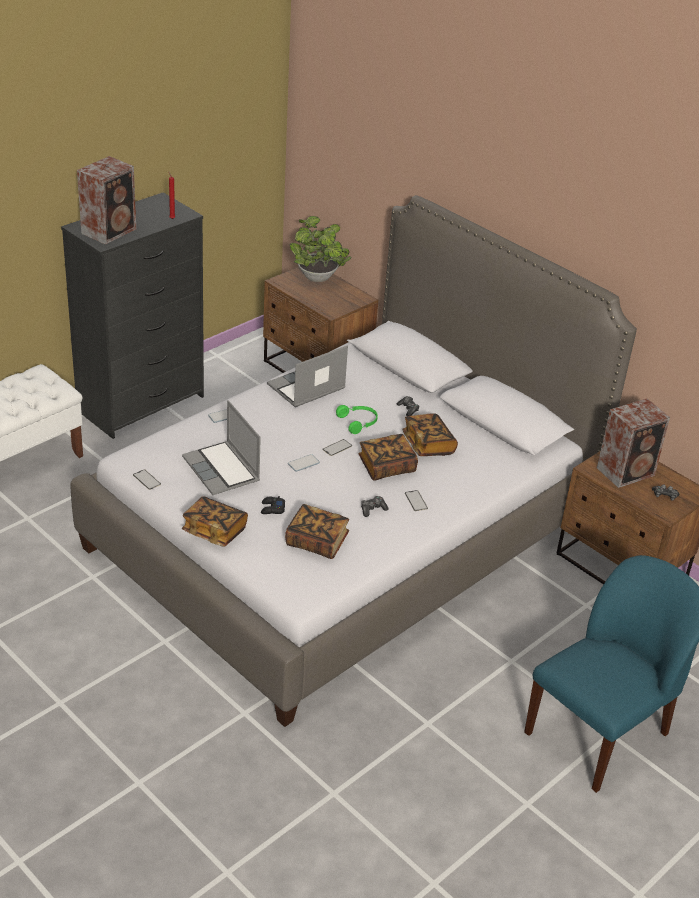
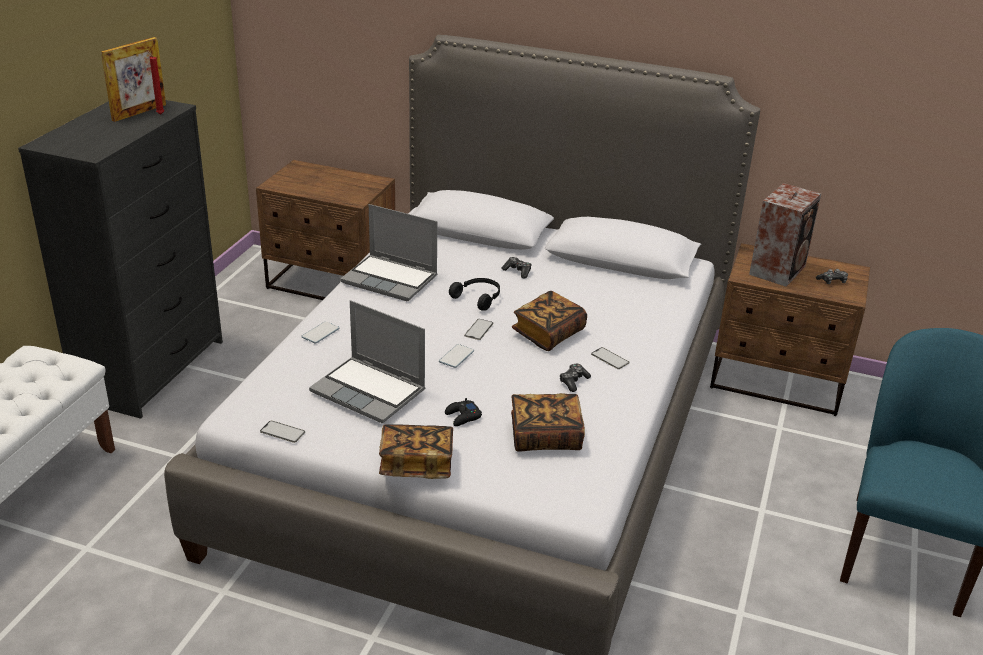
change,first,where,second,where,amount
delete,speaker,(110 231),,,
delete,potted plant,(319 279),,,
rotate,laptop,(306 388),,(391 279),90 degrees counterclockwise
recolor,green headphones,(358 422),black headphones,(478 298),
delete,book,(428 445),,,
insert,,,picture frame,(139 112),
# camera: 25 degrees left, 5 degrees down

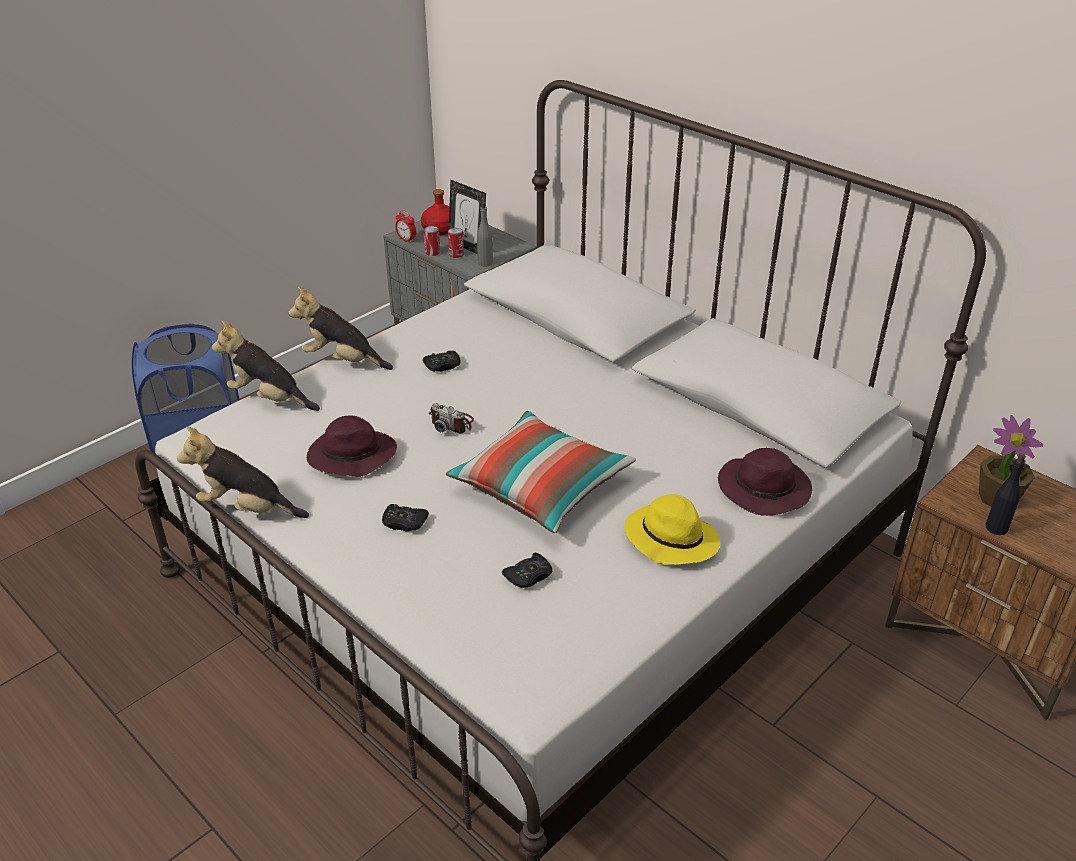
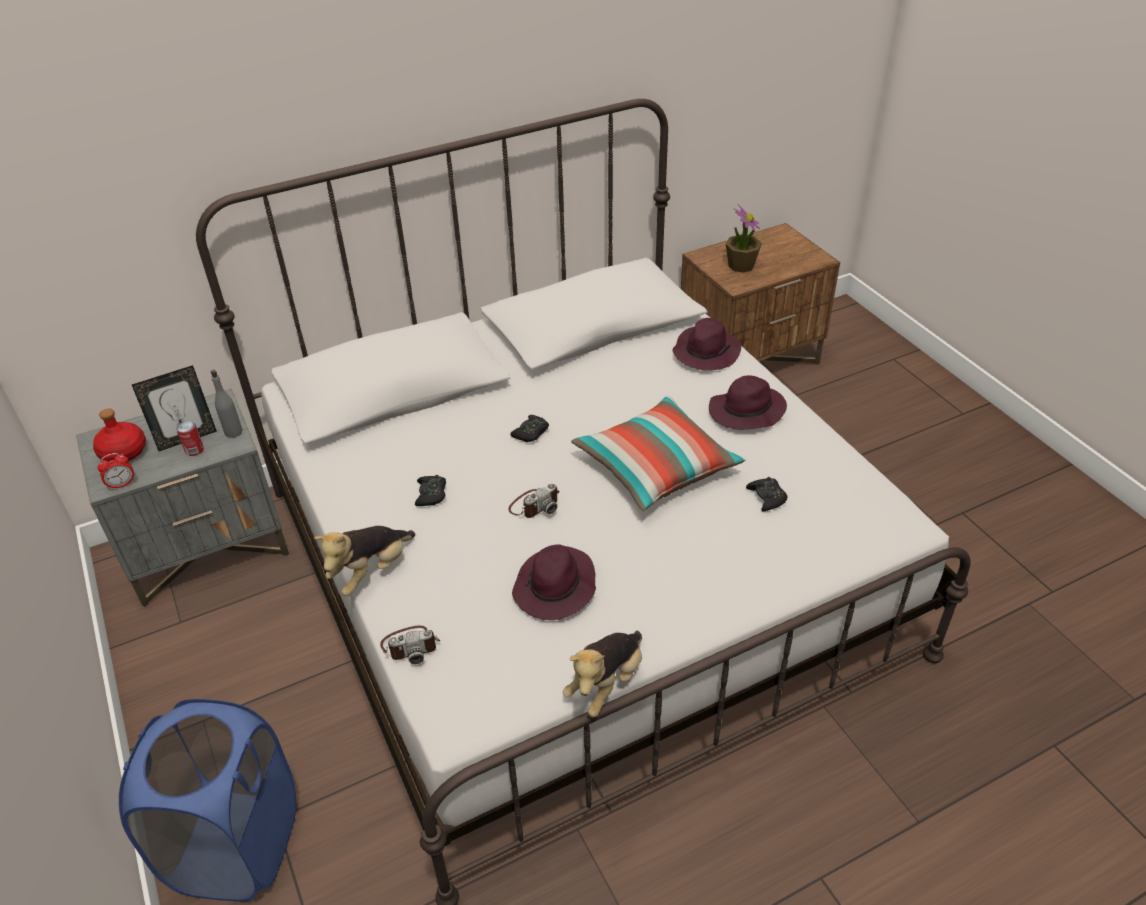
change,first,where,second,where,amount
delete,can,(432 252),,,
replace,plush toy,(269 398),photo camera,(411 645),
delete,black bottle,(996 528),,,
recolor,yellow hat,(669 538),purple hat,(746 412),
move,black game controller,(404 522),,(531 433),
# camera: 70 degrees left, 5 degrees up

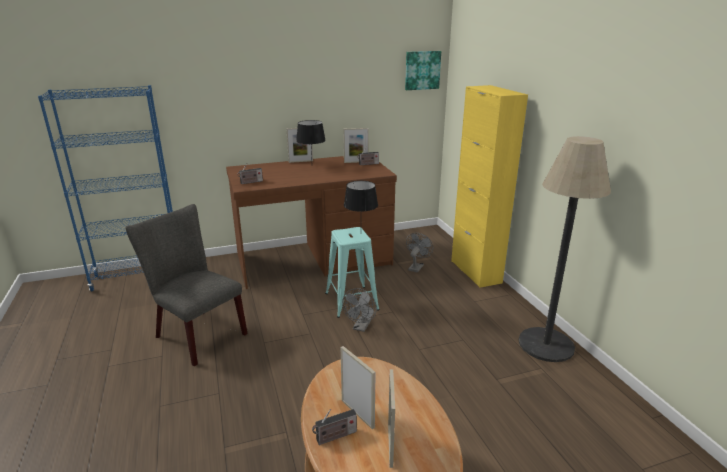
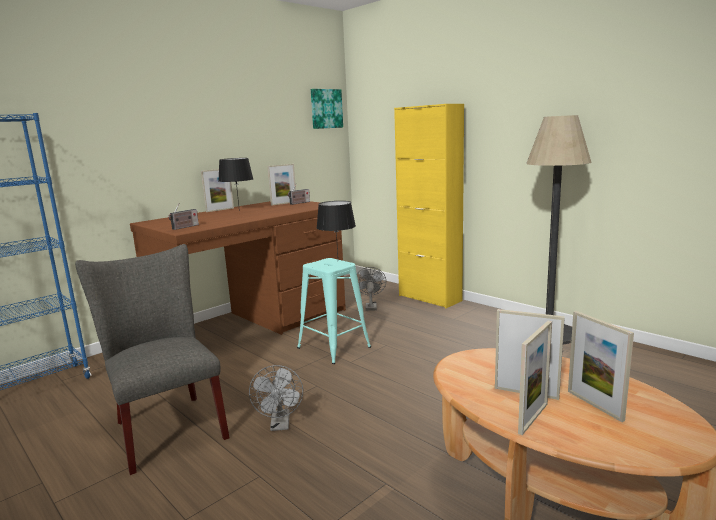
change,first,where,second,where,amount
rotate,grey chair,(196 334),,(167 427),45 degrees clockwise
move,grey fan,(361 327),,(280 425),
replace,radio,(334 437),picture frame,(533 418),
# camera: 25 degrees left, 10 degrees down

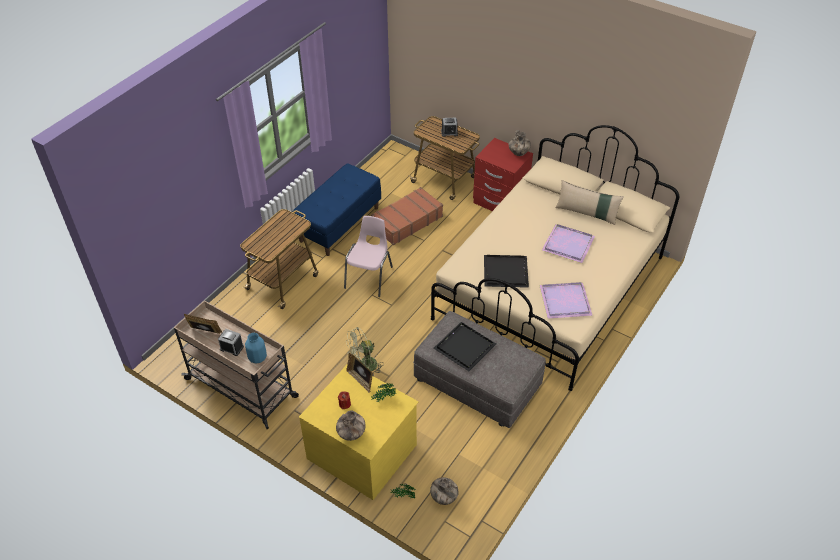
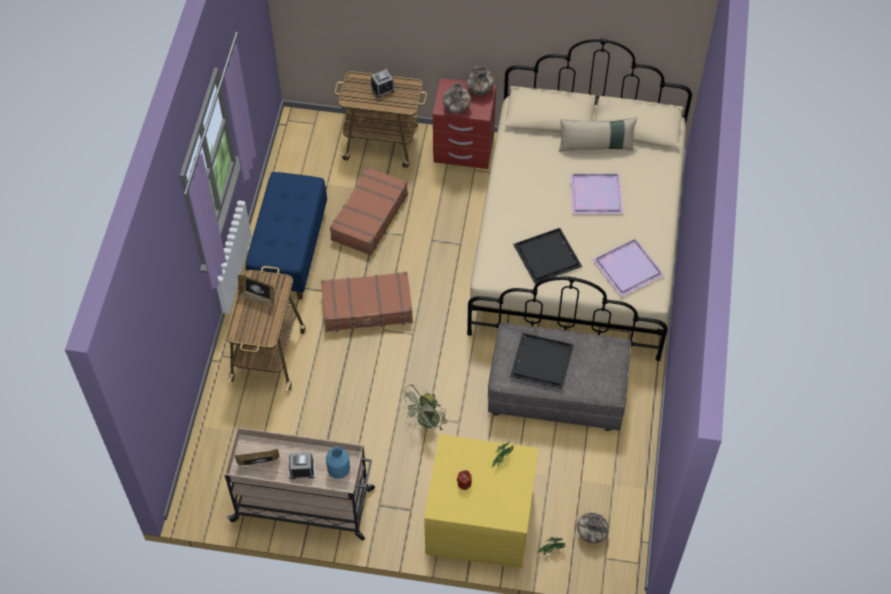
change,first,where,second,where,amount
replace,pink chair,(369 277),brown suitcase,(367 308),
move,picture frame,(360 380),,(258 298),
move,vase,(352 434),,(457 108),
# camera: 25 degrees left, 10 degrees up

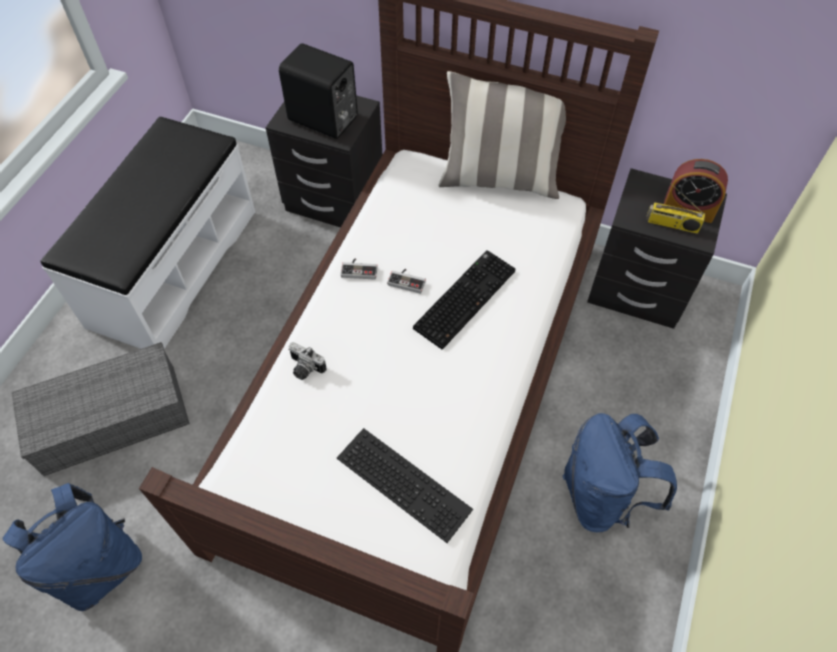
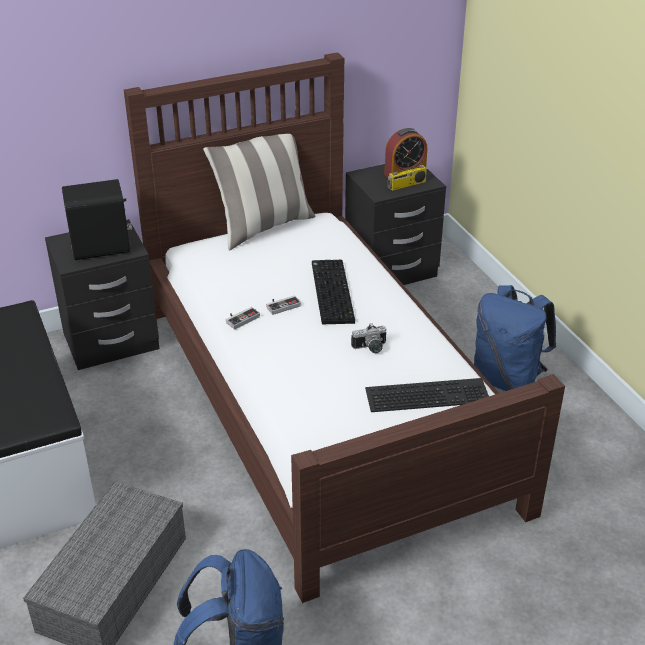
change,first,where,second,where,amount
move,photo camera,(304 369),,(370 348),
# camera: 45 degrees left, 20 degrees down

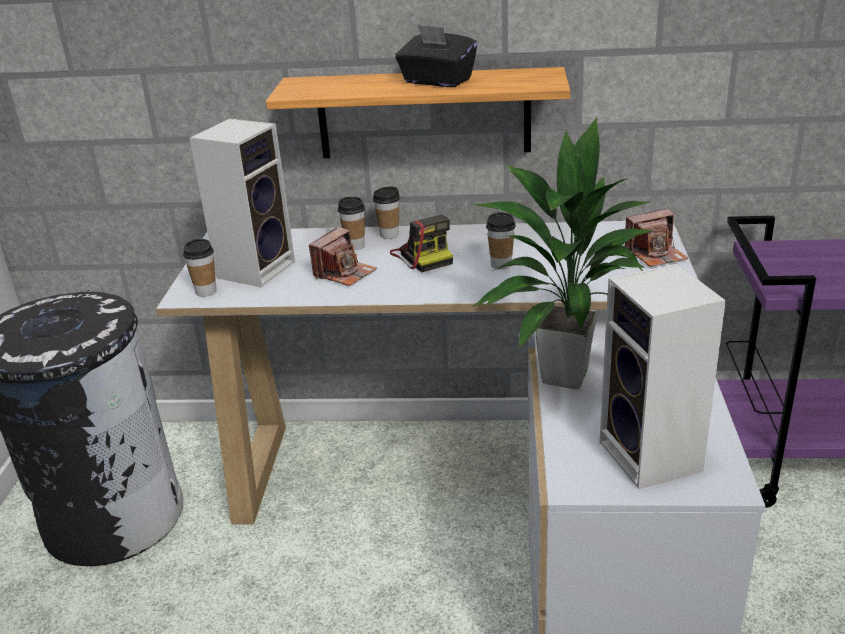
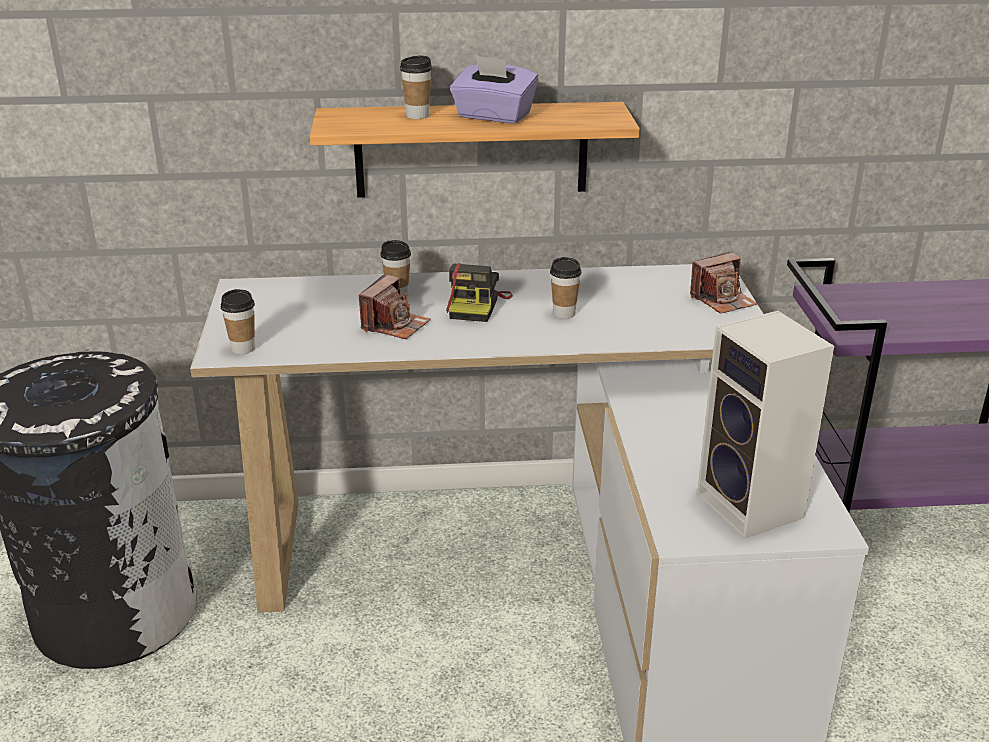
change,first,where,second,where,amount
recolor,black tissue box,(437 81),purple tissue box,(493 116),
delete,potted plant,(563 378),,,
delete,speaker,(256 268),,,
move,cup,(389 235),,(417 116),
rotate,photo camera,(423 256),,(477 305),45 degrees clockwise
# camera: 10 degrees left, 0 degrees up

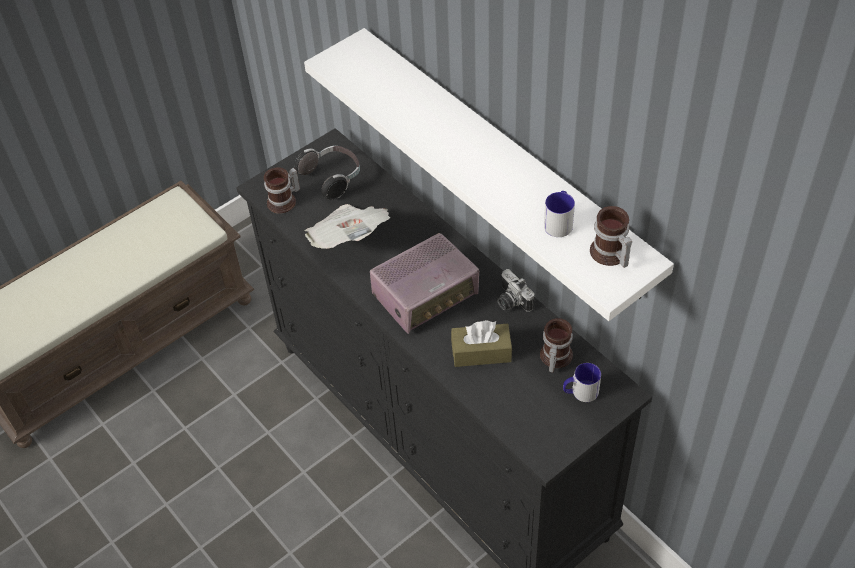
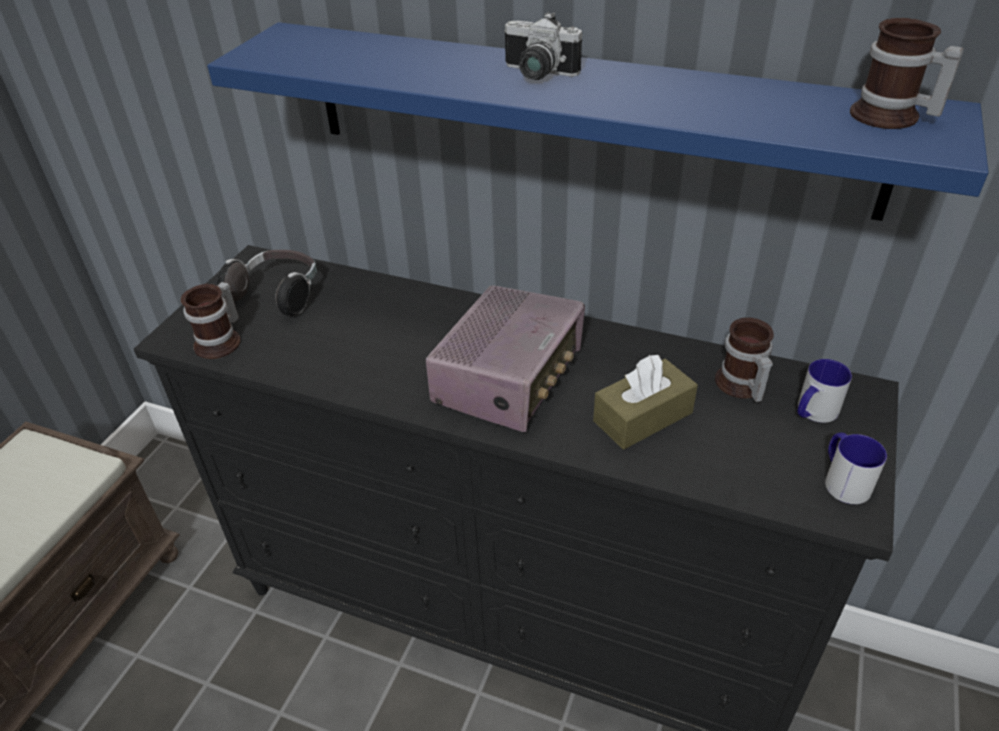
change,first,where,second,where,amount
recolor,white shelf,(503 161),blue shelf,(581 116),
move,mug,(559 222),,(843 480),
delete,newspaper,(348 240),,,
move,photo camera,(510 301),,(536 74),
# camera: 30 degrees left, 10 degrees down

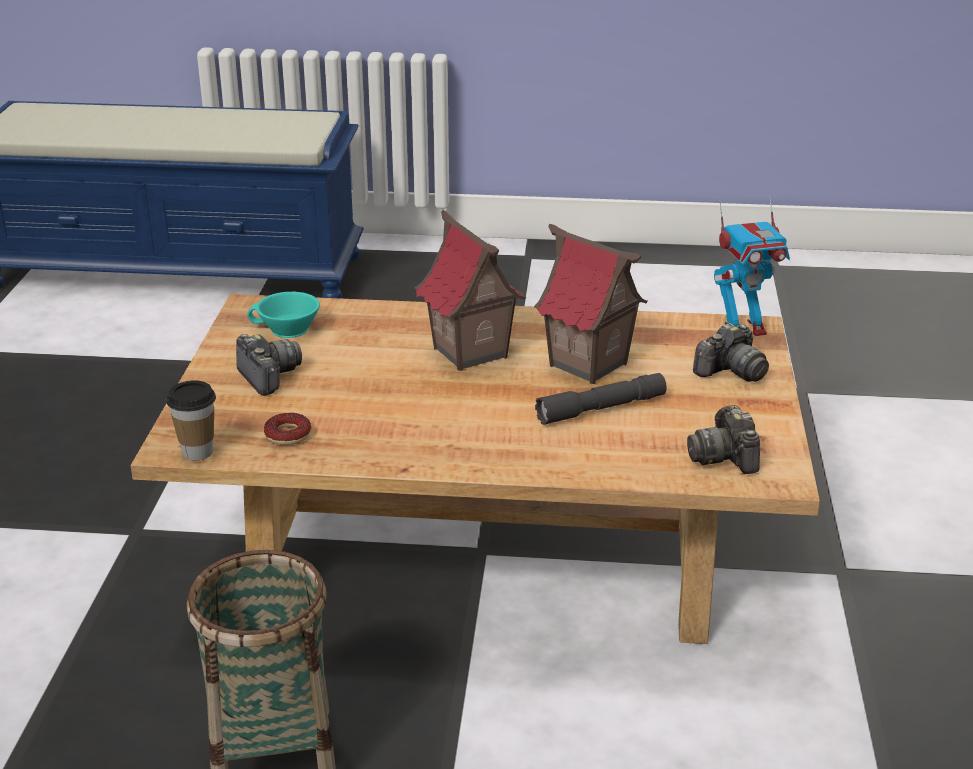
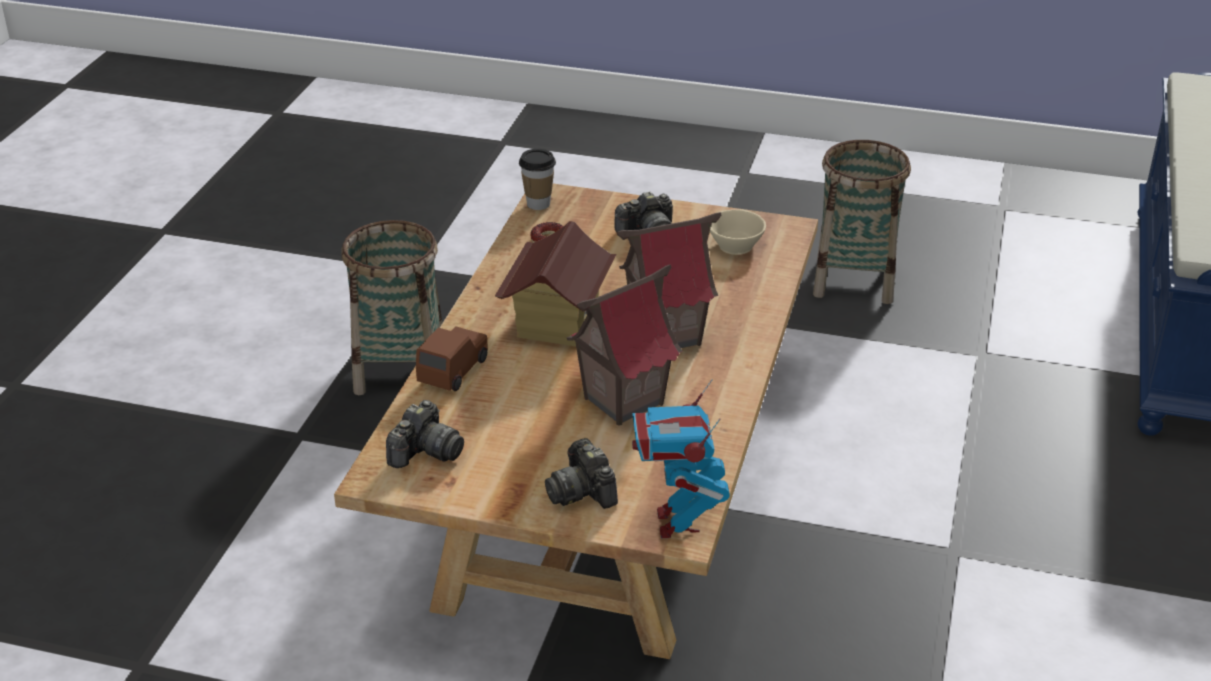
change,first,where,second,where,amount
recolor,turquoise cup,(287 330),beige cup,(733 244),
delete,grey flashlight,(601 409),,,
rotate,photo camera,(724 457),,(425 452),120 degrees clockwise
insert,,,basket,(854 280),
insert,,,toy house,(557 321),
insert,,,brown toy car,(453 371),
# camera: 100 degrees right, 5 degrees up

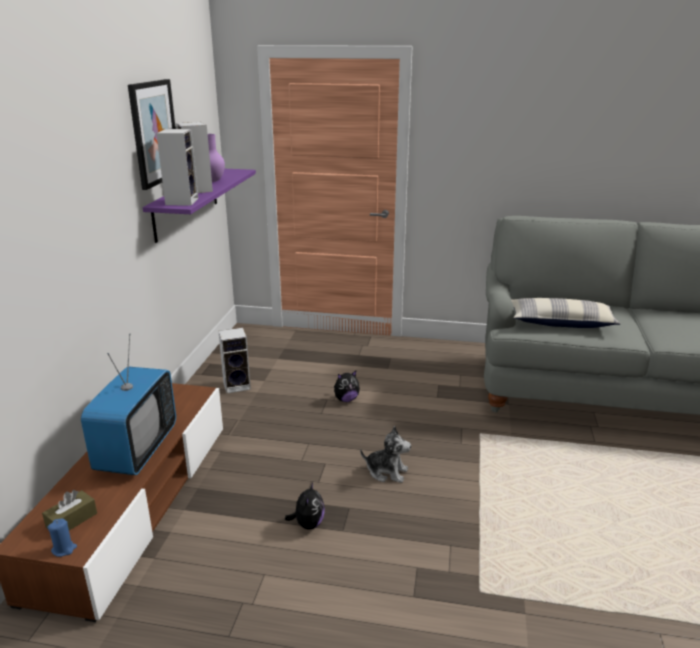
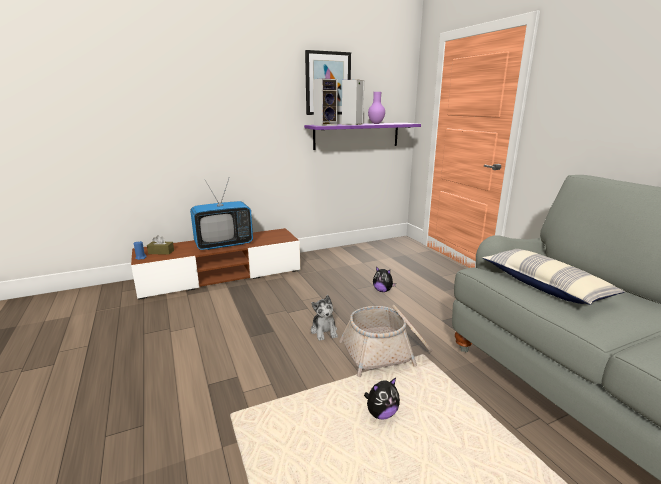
change,first,where,second,where,amount
delete,speaker,(238 385),,,
move,plush toy,(308 524),,(381 413),
insert,,,basket,(386 352),
# camera: 55 degrees right, 5 degrees down

